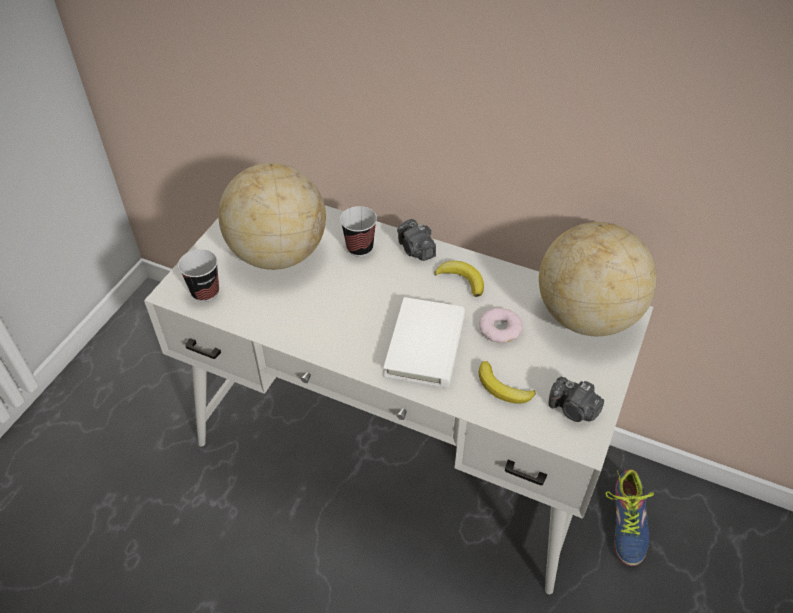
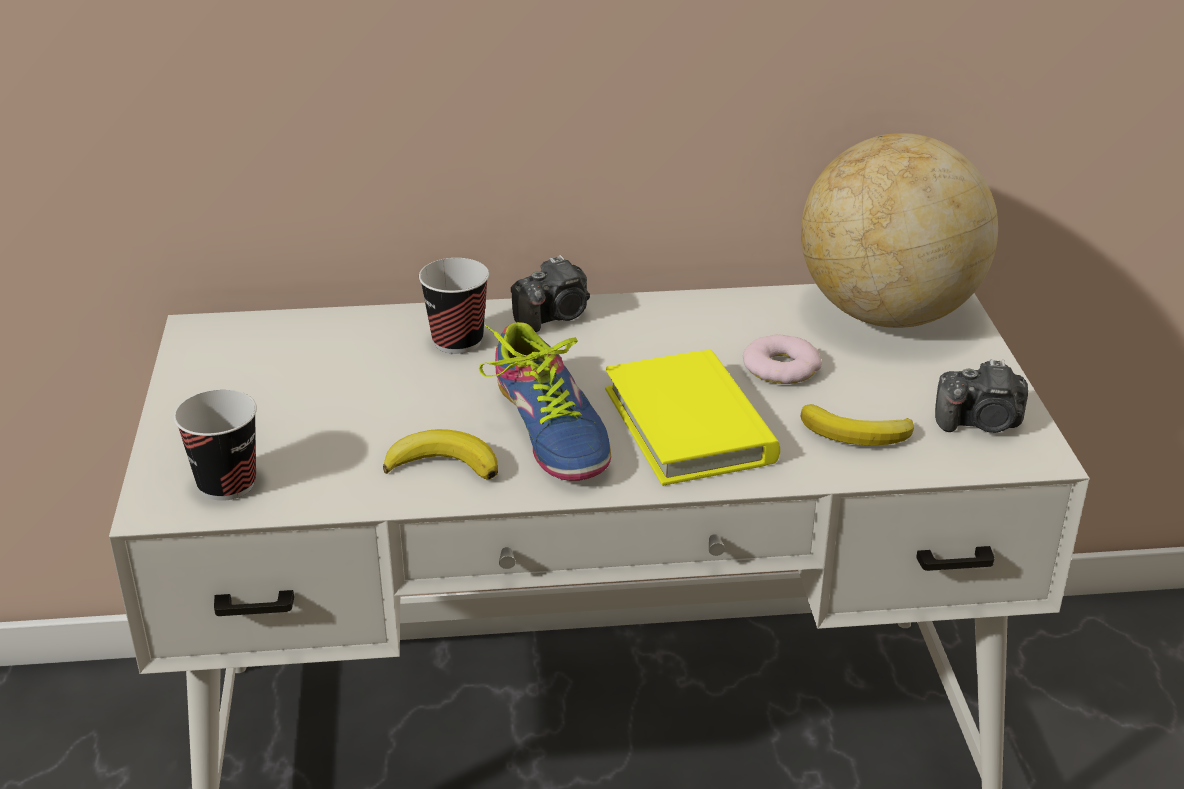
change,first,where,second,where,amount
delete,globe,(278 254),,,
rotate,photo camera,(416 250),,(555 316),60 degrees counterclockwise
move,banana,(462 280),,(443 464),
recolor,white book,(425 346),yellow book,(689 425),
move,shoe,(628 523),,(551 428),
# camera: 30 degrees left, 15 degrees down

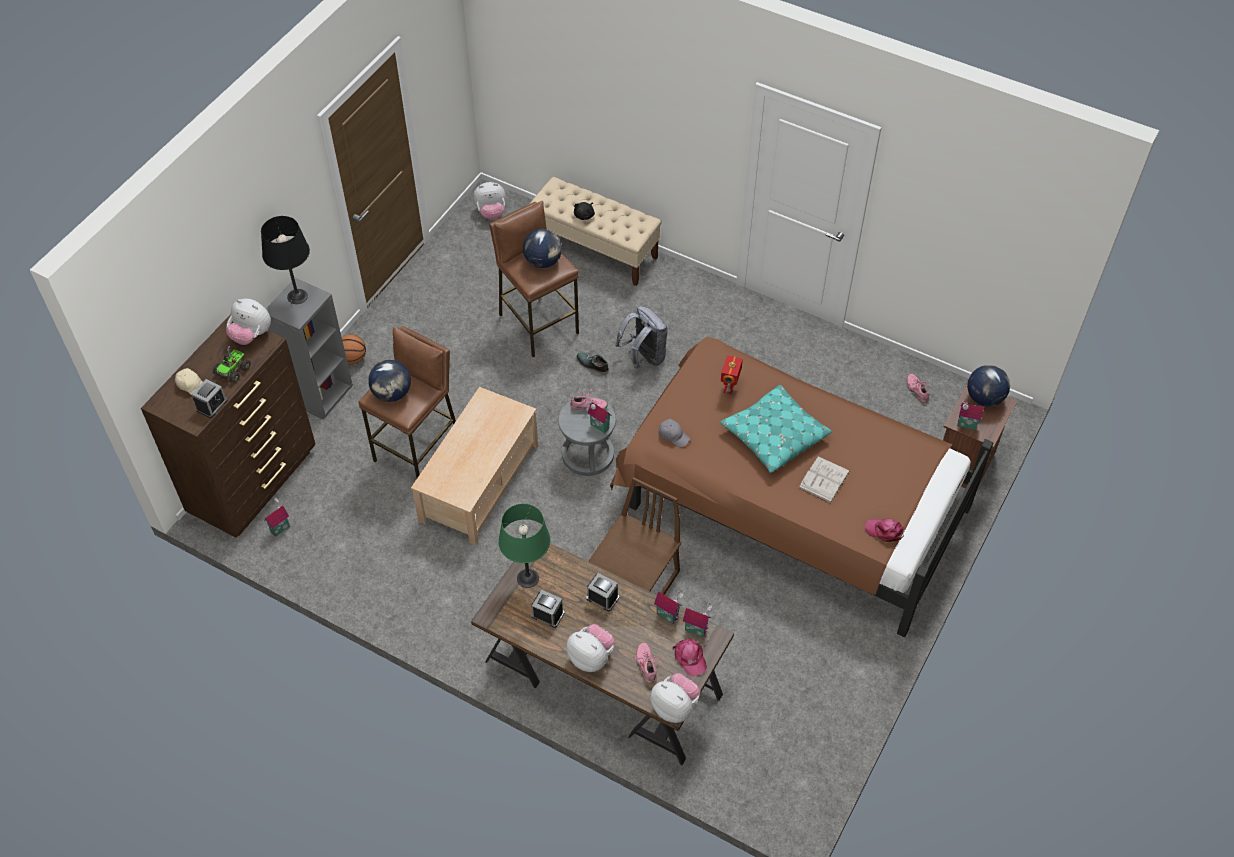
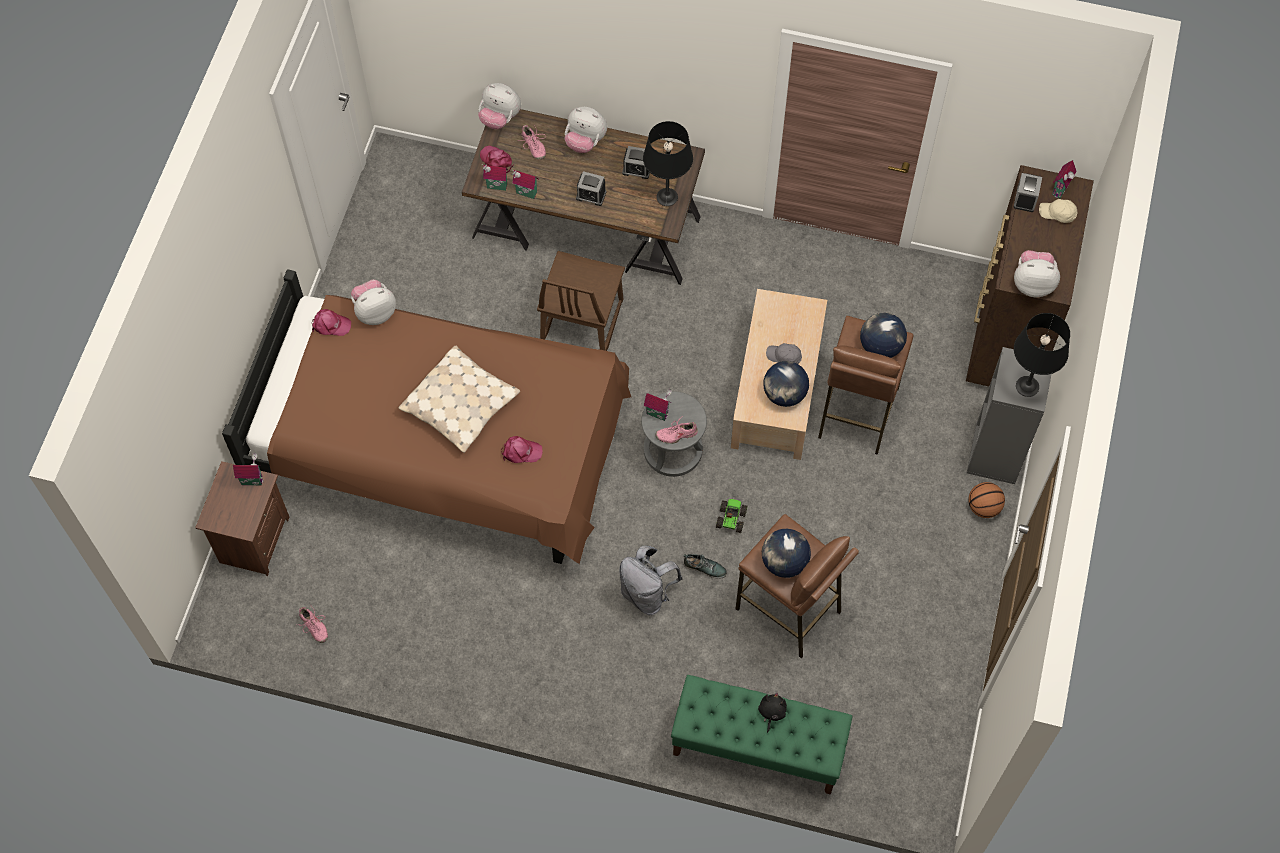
change,first,where,second,where,amount
recolor,beige bench,(595 250),green bench,(757 746),
move,plush toy,(491 212),,(375 312),
move,toy truck,(233 370),,(731 519),
replace,toy robot,(729 388),pink cap,(521 452),
move,globe,(984 398),,(784 394),
recolor,turquoise pillow,(773 435),beige pillow,(461 405),
move,grey cap,(673 435),,(784 357),
delete,white book,(824 479),,,
move,toy house,(279 528),,(1061 190),
recolor,green table lamp,(528 578),black table lamp,(666 197),
# camera: 165 degrees right, 10 degrees up

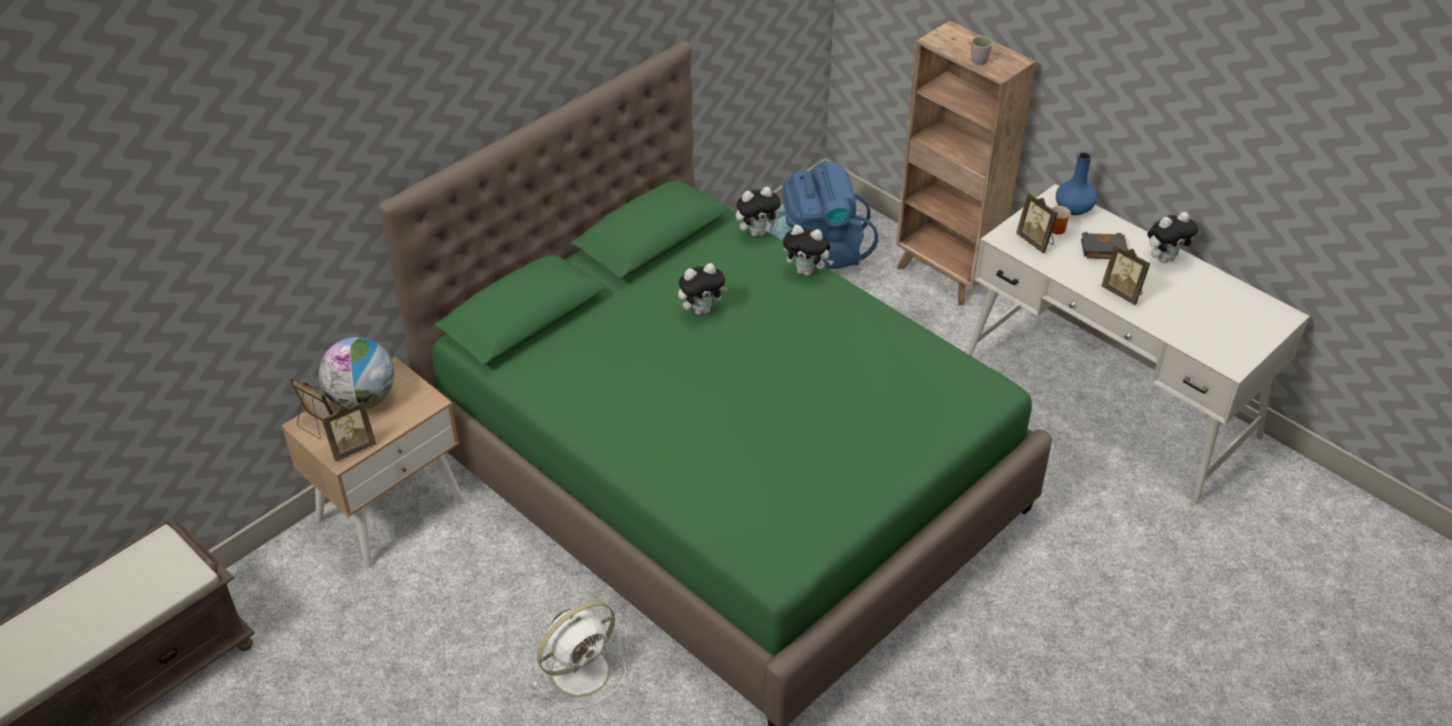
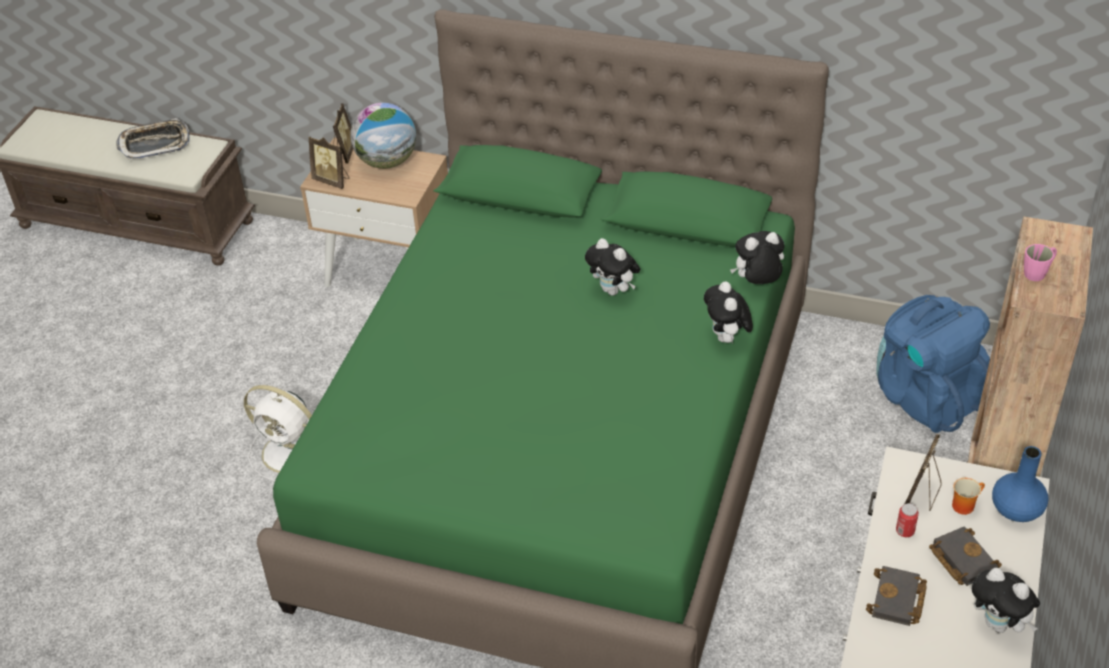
change,first,where,second,where,amount
recolor,grey mug,(978 58),pink mug,(1038 272),
rotate,plush toy,(757 232),,(757 283),120 degrees clockwise
replace,picture frame,(1123 292),black book,(898 601),
insert,,,tray,(155 144),
insert,,,can,(905 531),
# camera: 65 degrees right, 0 degrees up

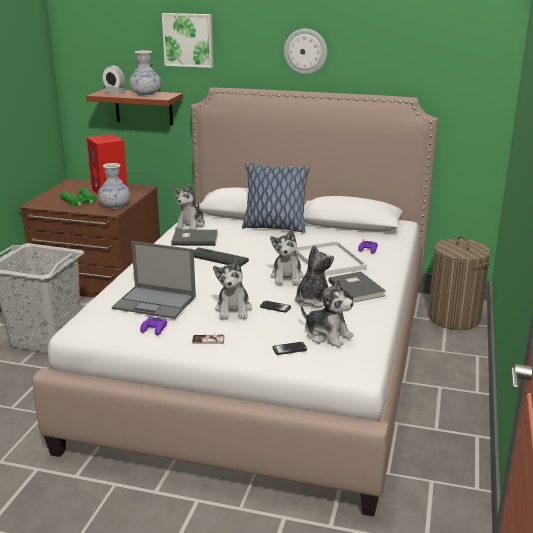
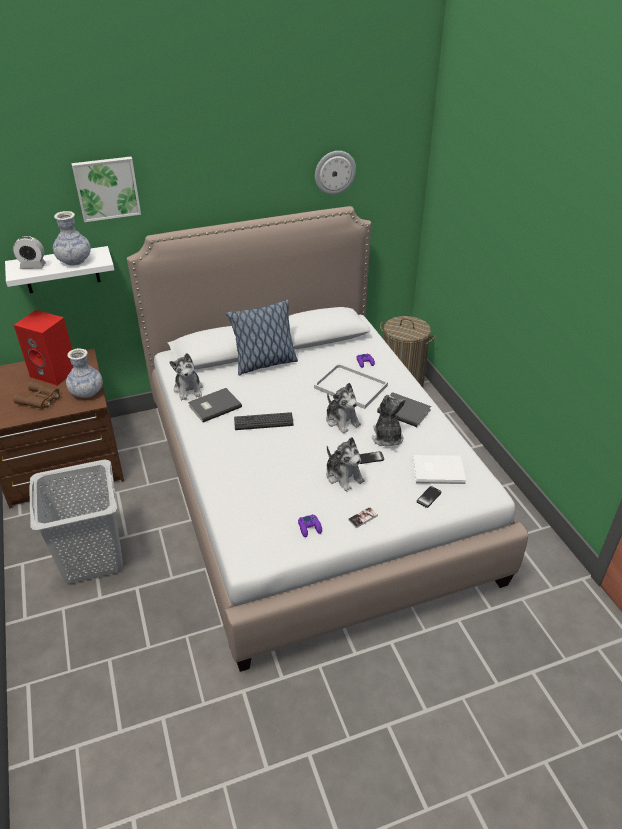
change,first,where,second,where,amount
move,wall clock,(305 51),,(334 172),
recolor,brown shelf,(143 107),white shelf,(61 270),
recolor,green binoculars,(80 202),brown binoculars,(40 400),
delete,laptop,(155 302),,,
replace,plush toy,(327 335),white book,(437 470),
# camera: 35 degrees left, 15 degrees up

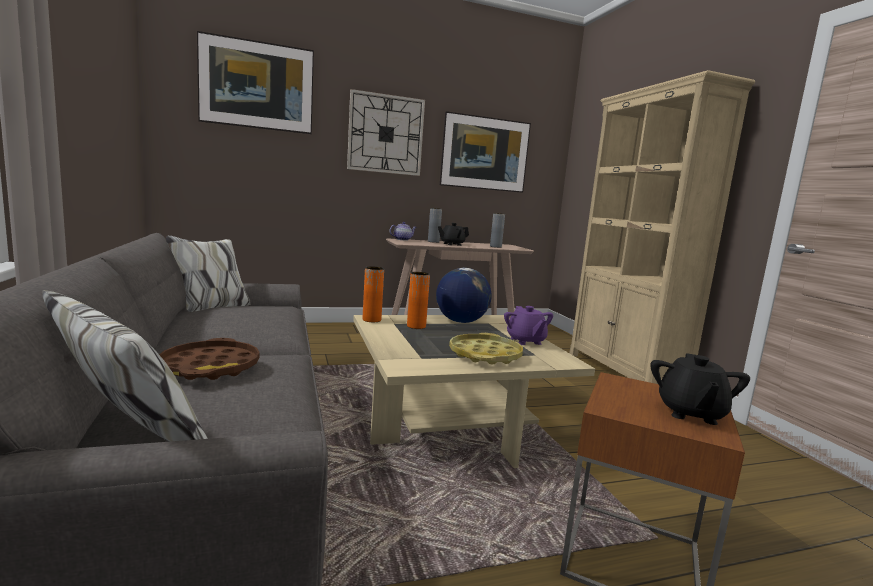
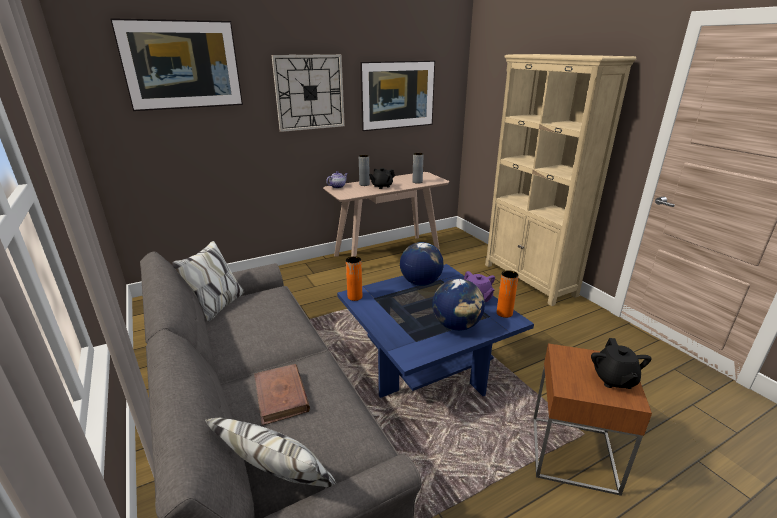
change,first,where,second,where,amount
move,orange vase,(416 326),,(504 313),
recolor,beige coffee table,(452 424),blue coffee table,(427 363),
replace,yellow tray,(485 355),globe,(456 325),
replace,brown tray,(210 367),brown book,(281 396),
# camera: 10 degrees left, 15 degrees up

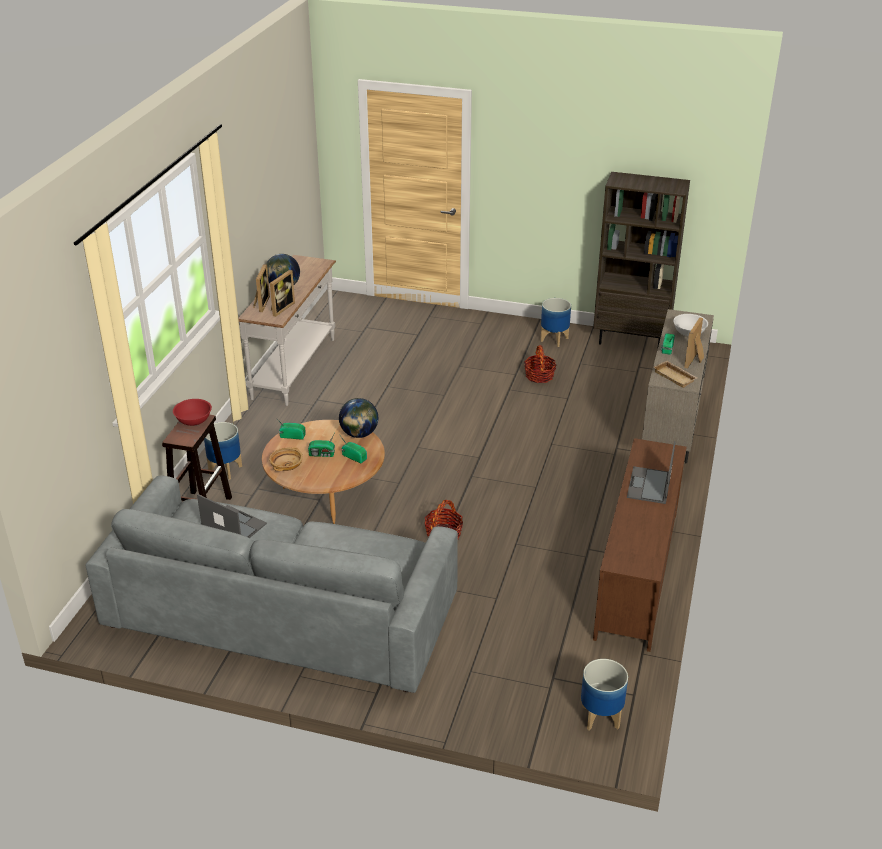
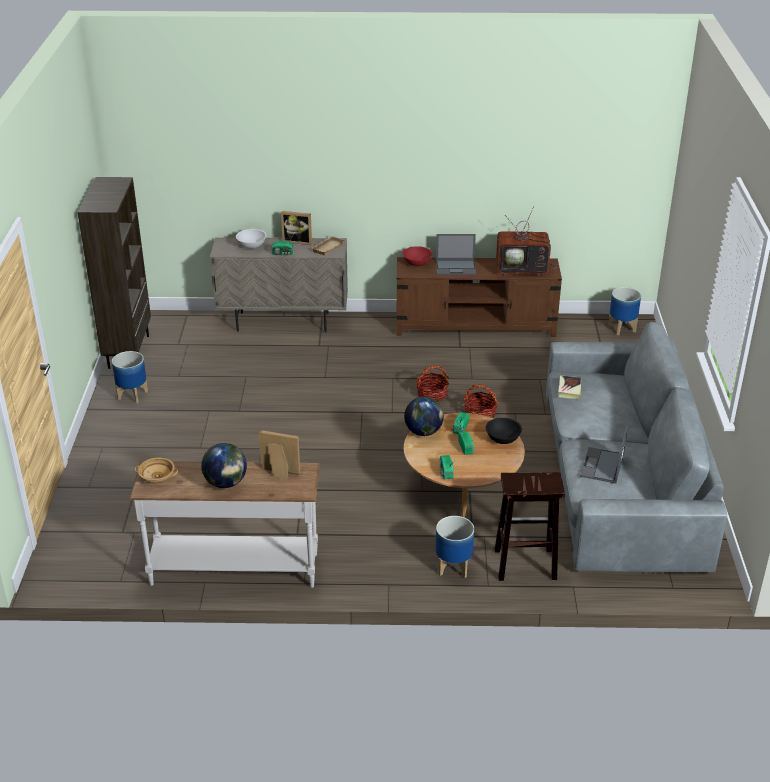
change,first,where,second,where,amount
delete,picture frame,(260 304),,,
move,basket,(539 376),,(432 395),
move,red bowl,(193 421),,(417 263),
move,beige bowl,(286 465),,(156 477),
insert,,,television,(523 269),
insert,,,book,(569 389),
insert,,,black bowl,(502 439),
# camera: 105 degrees left, 0 degrees up

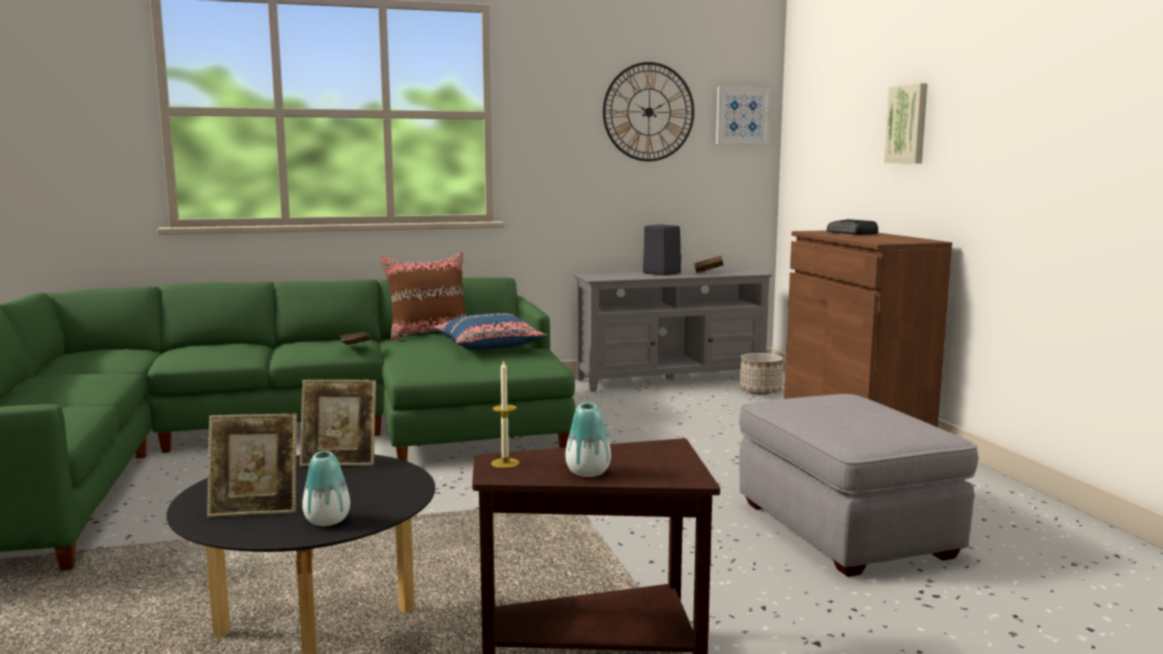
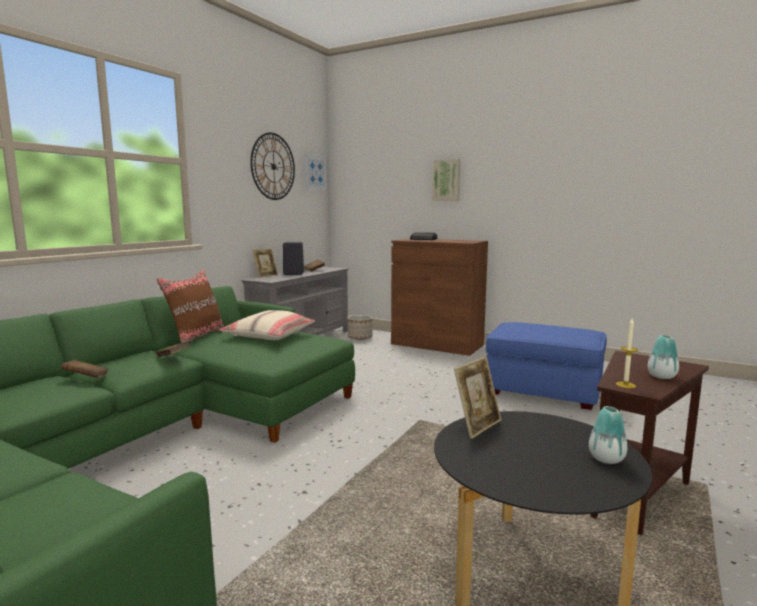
change,first,where,second,where,amount
recolor,blue pillow,(489 345),beige pillow,(269 335),
recolor,grey ottoman,(845 530),blue ottoman,(544 391),
move,picture frame,(256 509),,(266 276),
insert,,,brown book,(86 378),
# camera: 45 degrees left, 0 degrees up

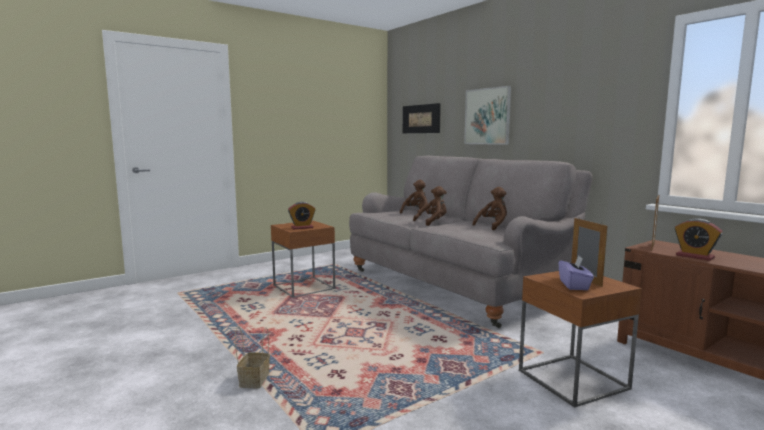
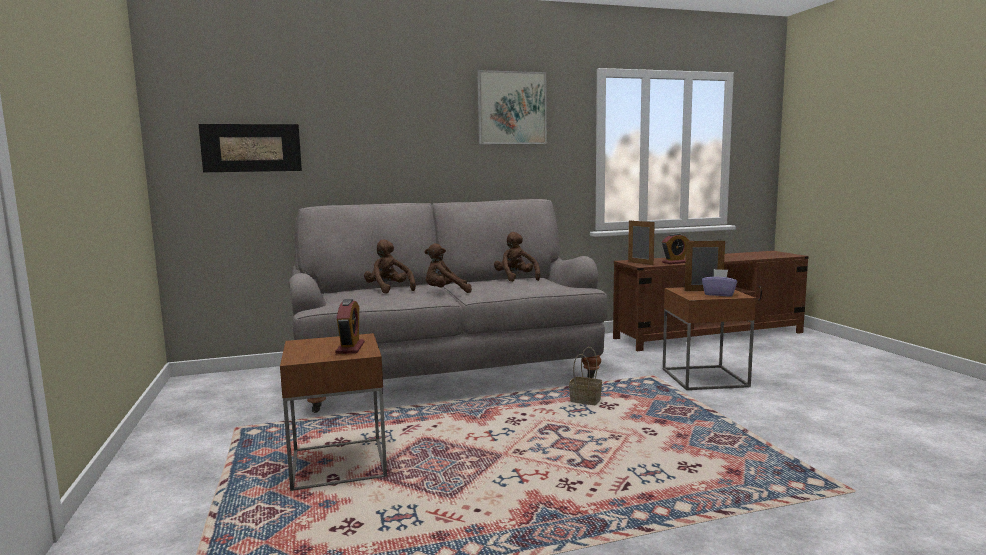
change,first,where,second,where,amount
move,picture,(487 116),,(512 108),
rotate,brown plush toy,(433 222),,(445 293),90 degrees counterclockwise
move,basket,(254 379),,(584 401),
# camera: 70 degrees left, 0 degrees up

